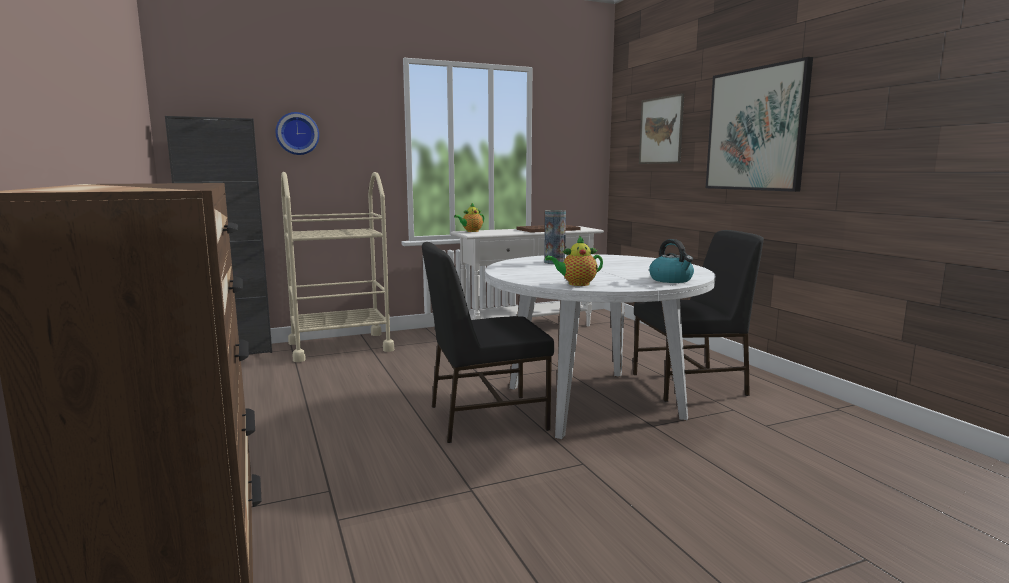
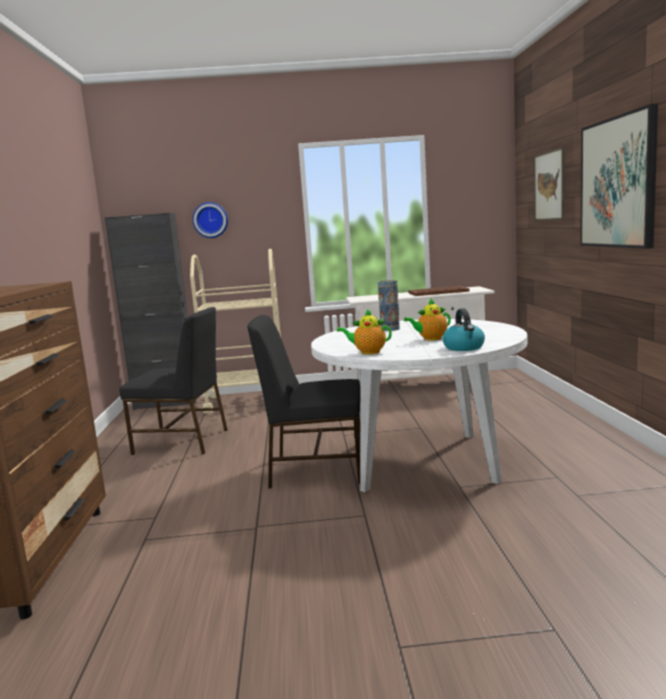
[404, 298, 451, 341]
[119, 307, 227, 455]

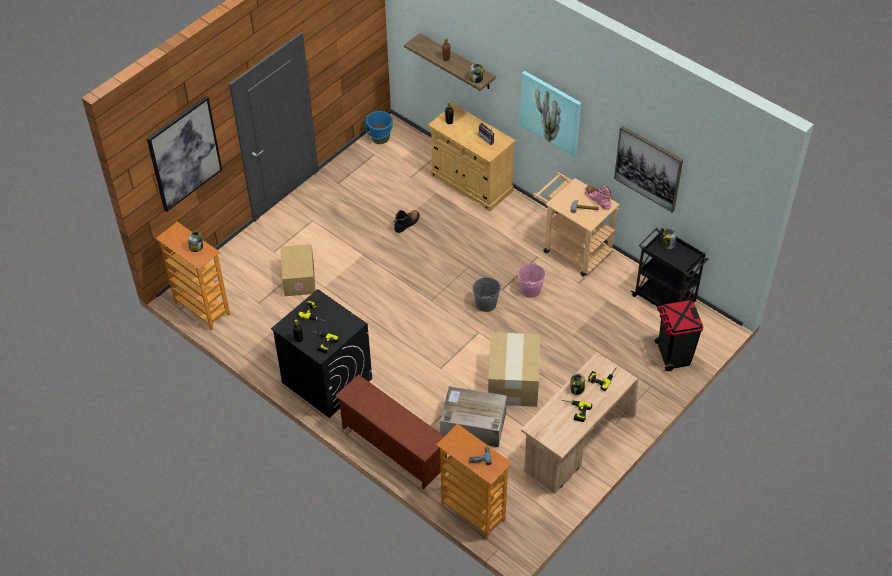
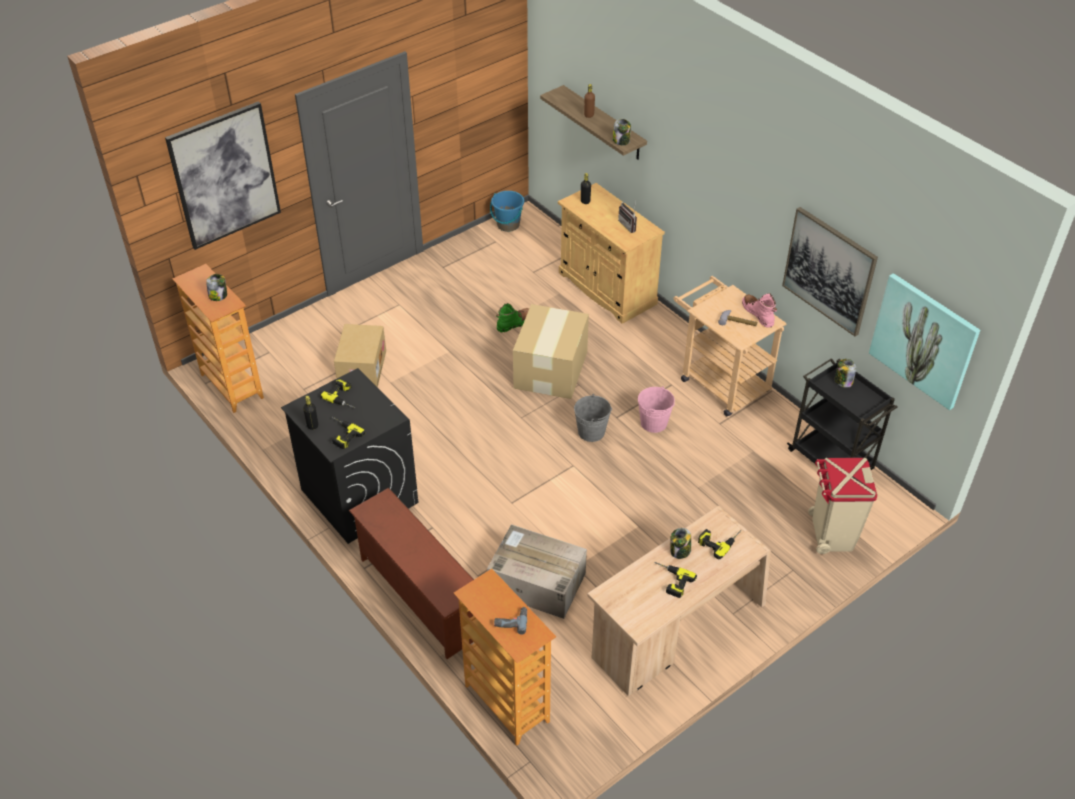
[513, 304, 589, 399]
[869, 273, 980, 410]
[496, 303, 529, 333]
[808, 458, 877, 554]

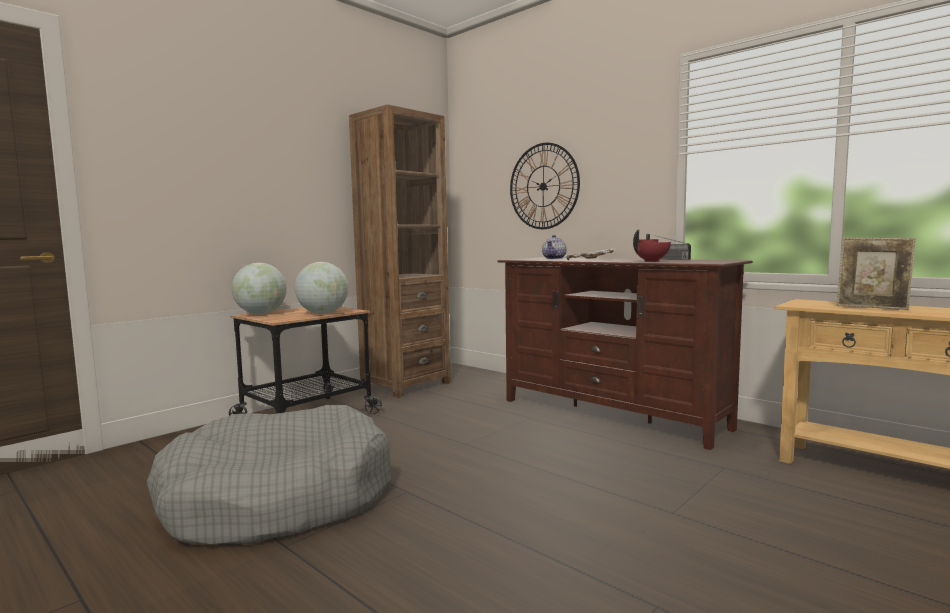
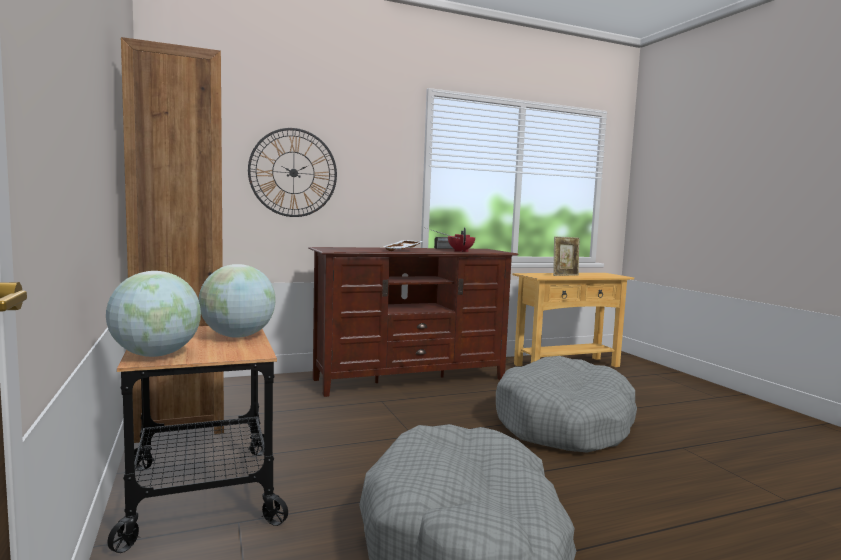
[542, 235, 567, 259] (first image)
[496, 356, 637, 453]

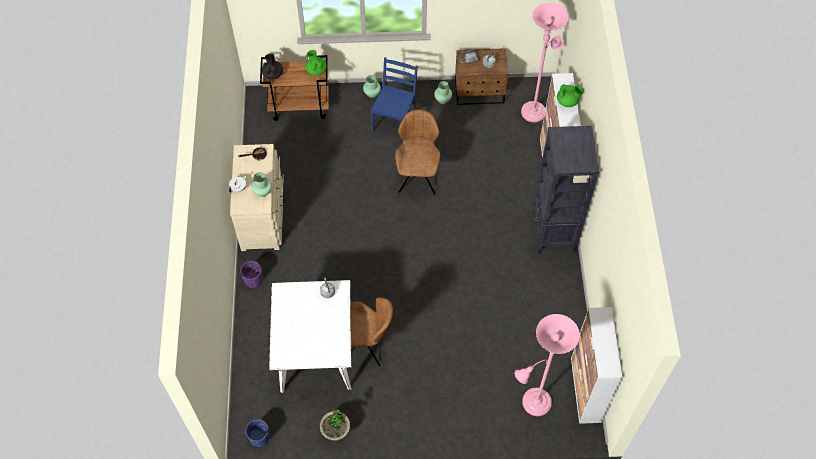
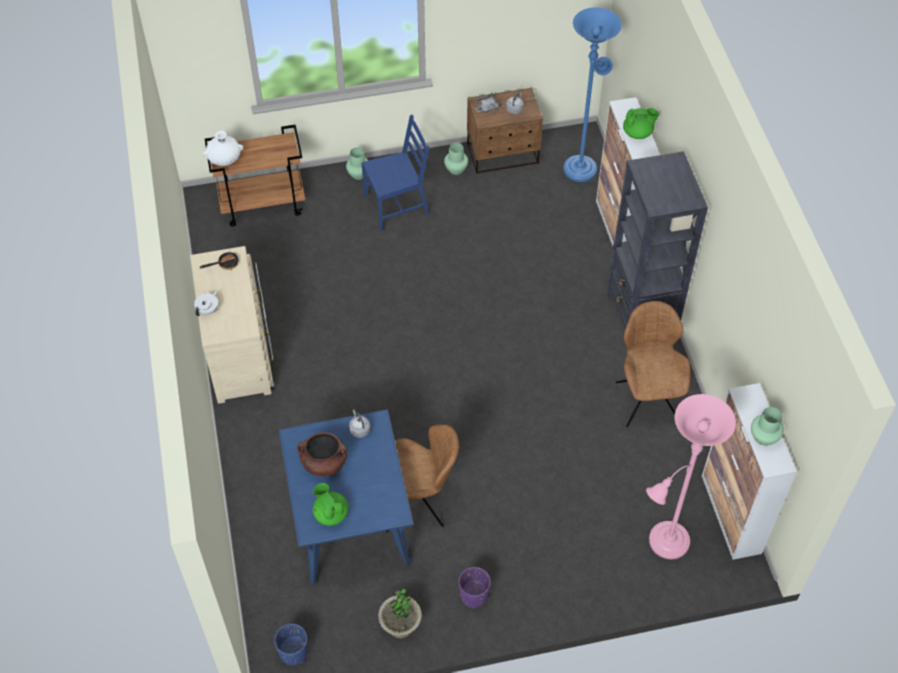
[297, 432, 347, 477]
[458, 567, 491, 608]
[751, 407, 784, 445]
[313, 483, 349, 526]
[616, 301, 691, 427]
[203, 131, 243, 166]
[278, 409, 414, 586]
[563, 7, 622, 182]
[362, 114, 429, 231]

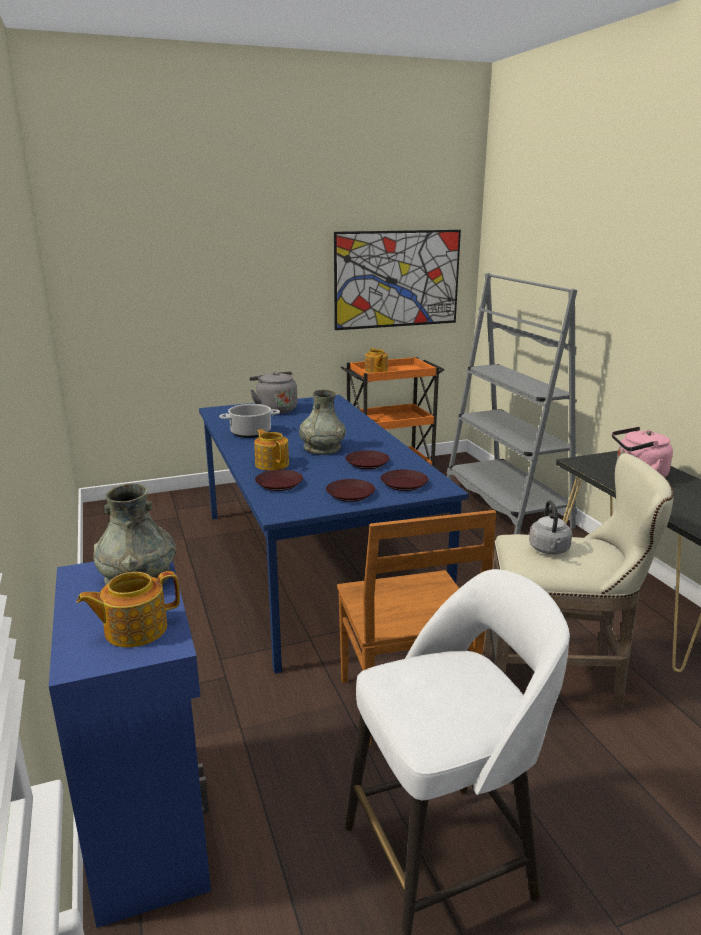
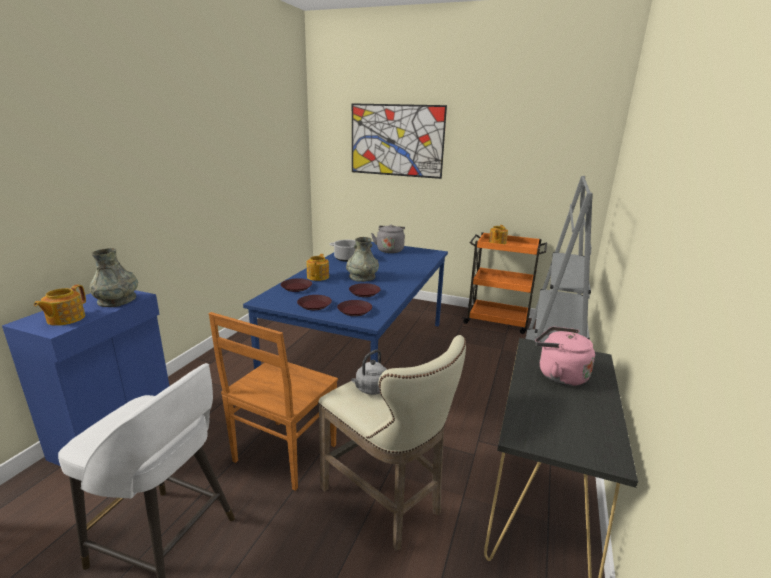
[352, 103, 447, 179]
[34, 285, 86, 326]

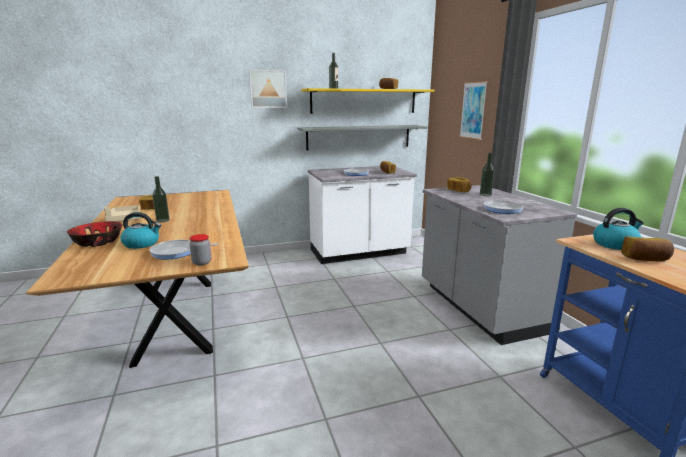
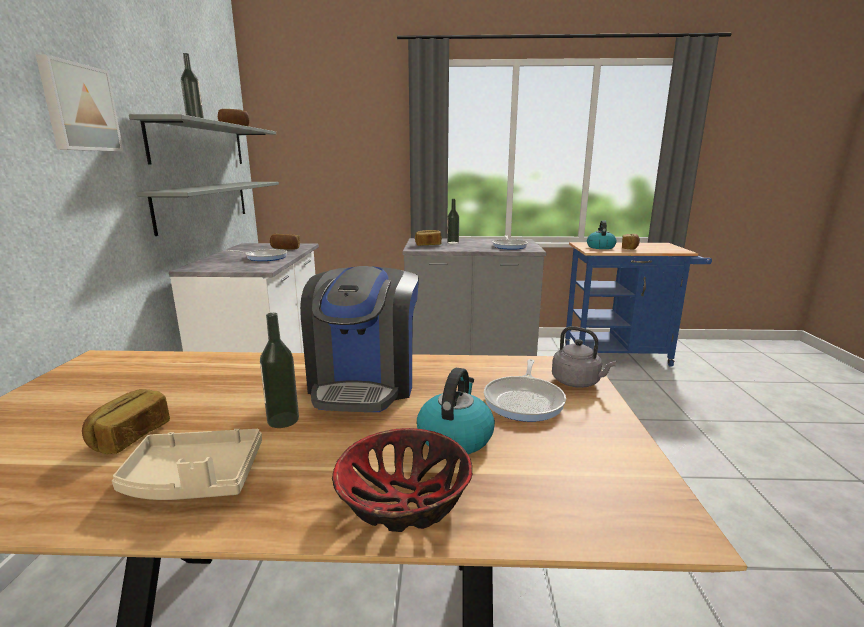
[460, 81, 488, 140] (first image)
[300, 266, 419, 412]
[552, 326, 616, 388]
[129, 114, 276, 164]

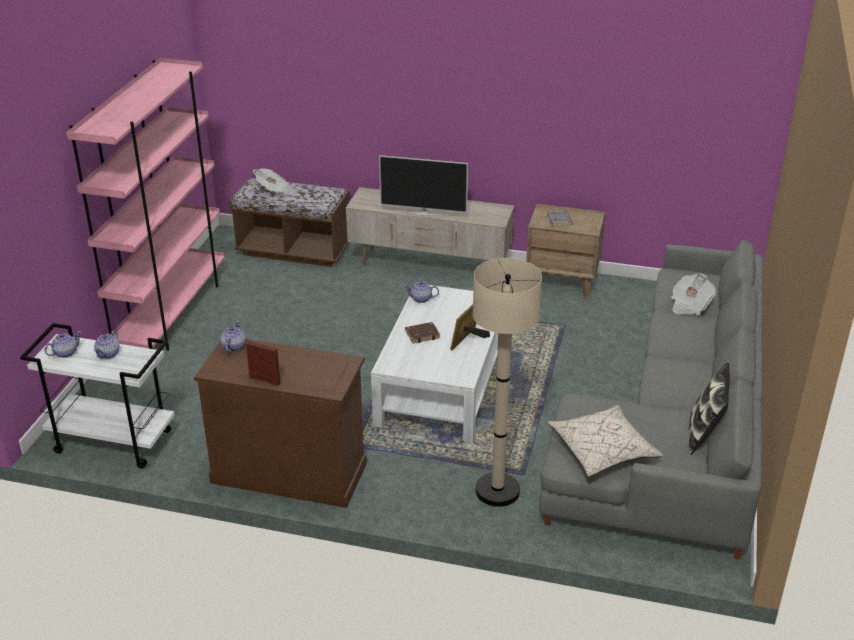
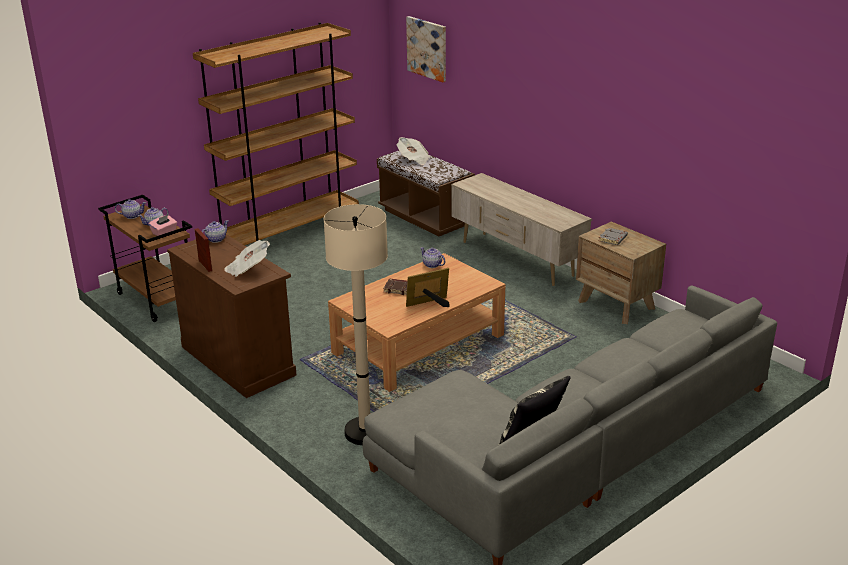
[379, 155, 468, 216] (first image)
[547, 405, 663, 477] (first image)
[149, 215, 177, 236]
[406, 16, 446, 83]
[224, 240, 270, 277]
[98, 195, 192, 322]
[193, 22, 359, 246]
[328, 253, 506, 392]

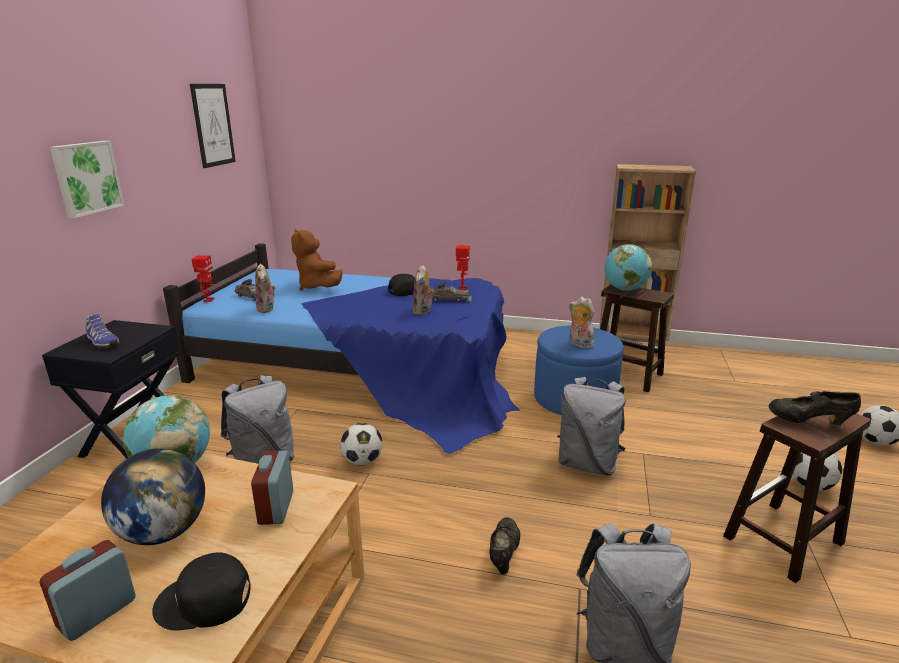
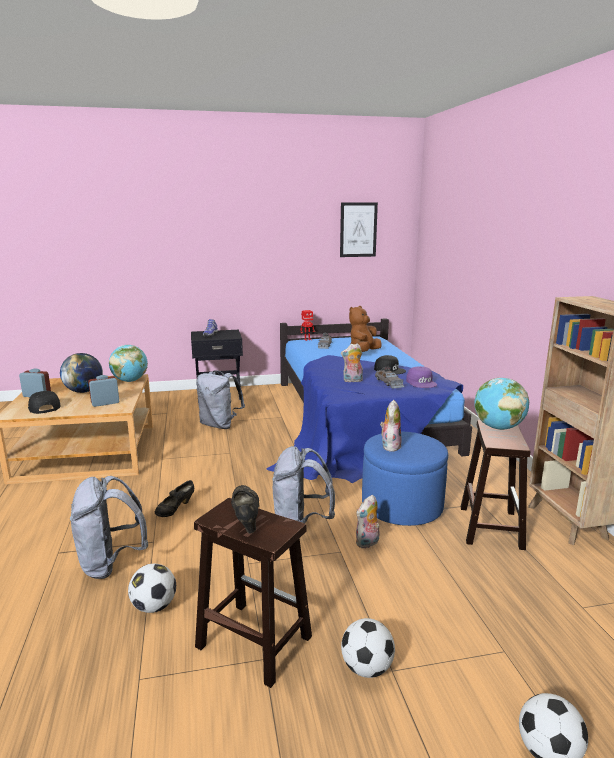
[50, 141, 124, 218] (first image)
[356, 495, 380, 548]
[128, 564, 176, 613]
[406, 366, 437, 388]
[155, 480, 194, 517]

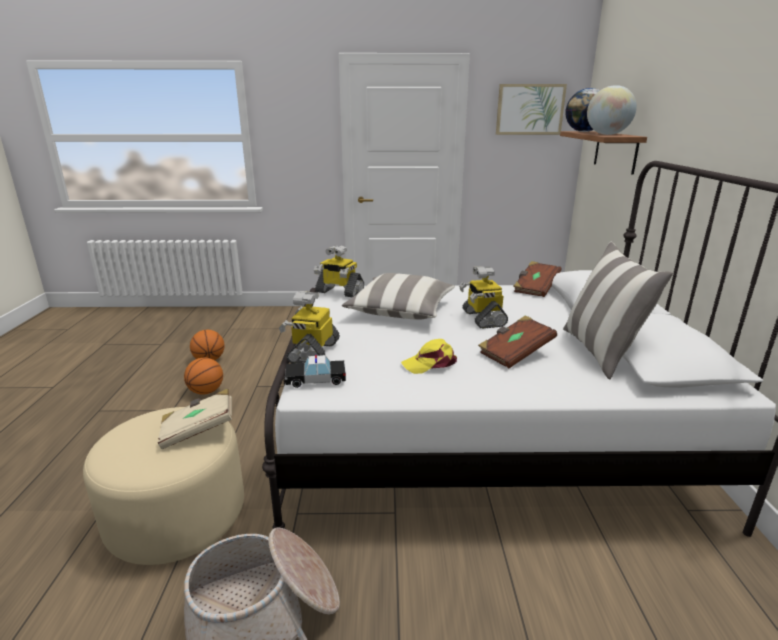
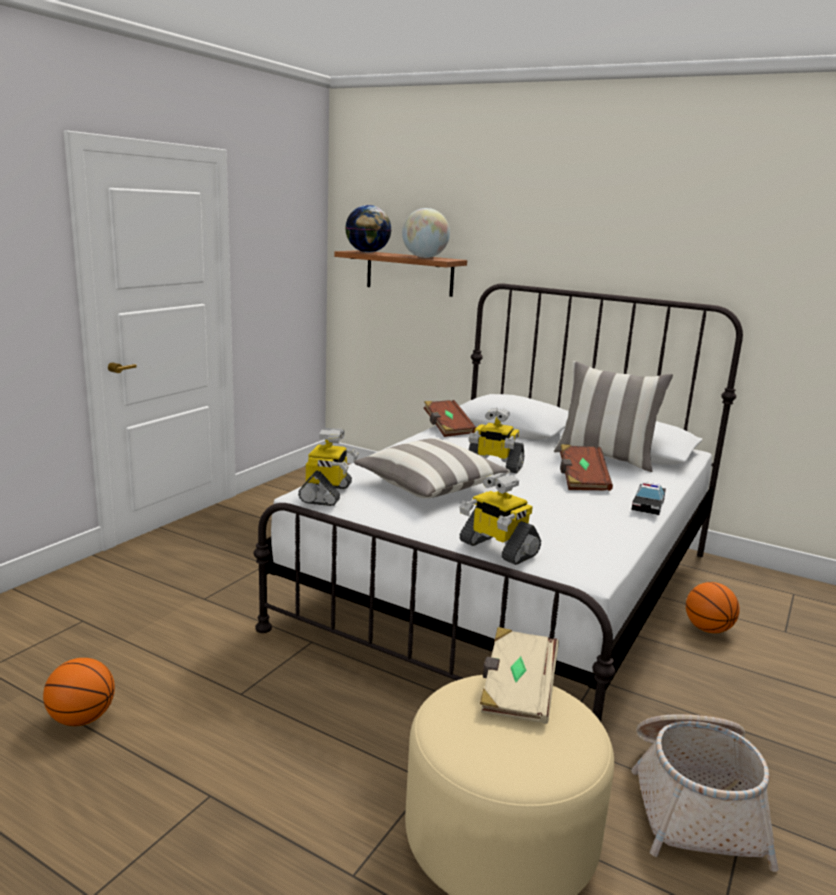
[401, 339, 457, 374] (first image)
[496, 84, 567, 135] (first image)
[686, 582, 740, 633]
[631, 482, 666, 515]
[298, 428, 359, 506]

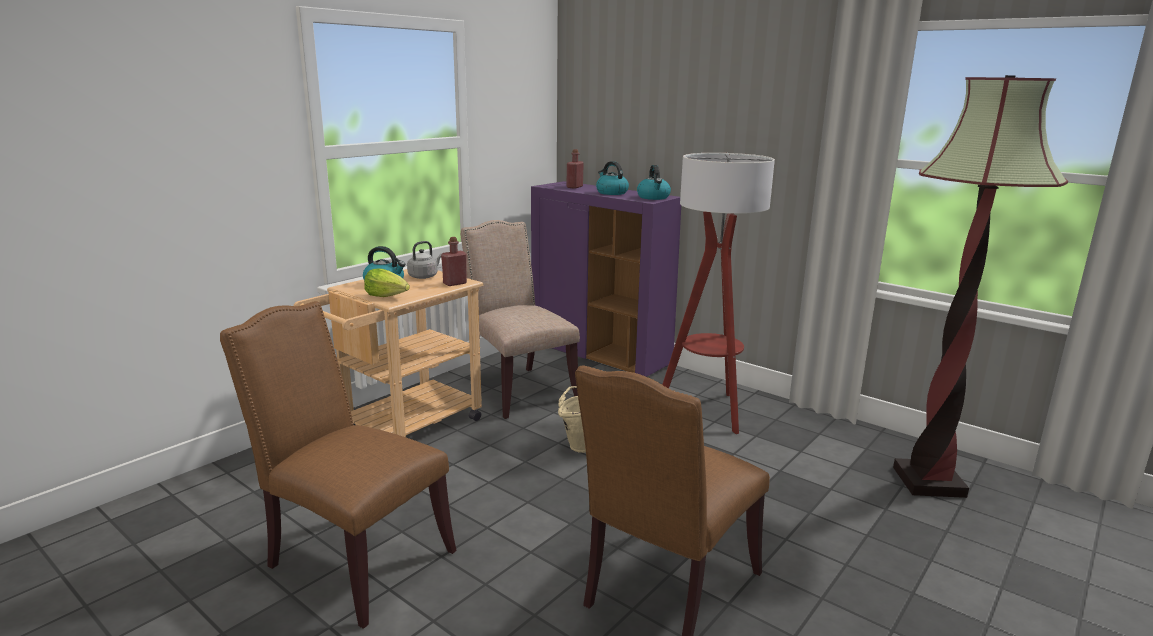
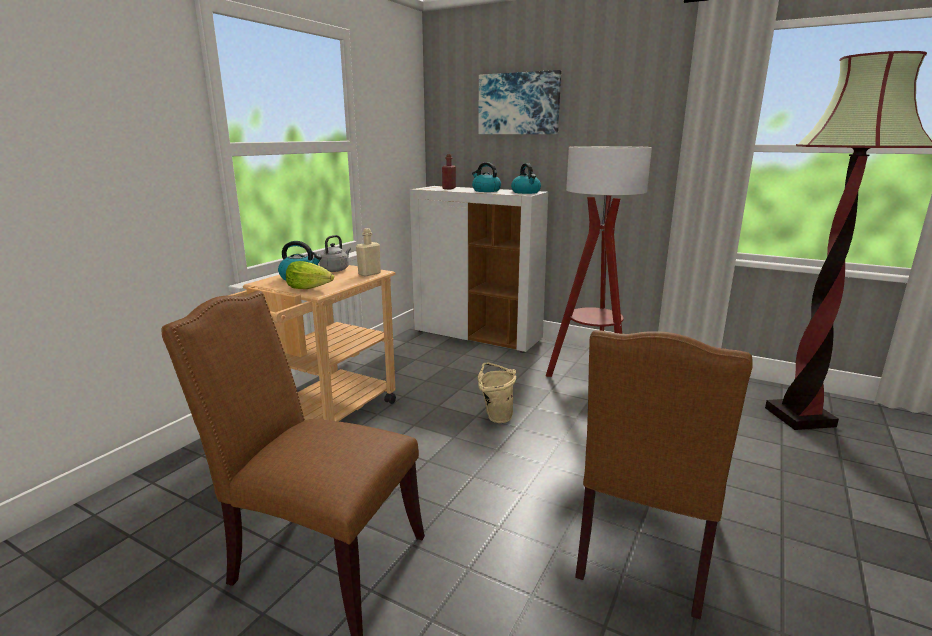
[460, 220, 580, 419] (first image)
[478, 70, 561, 134]
[356, 228, 381, 276]
[410, 186, 548, 353]

